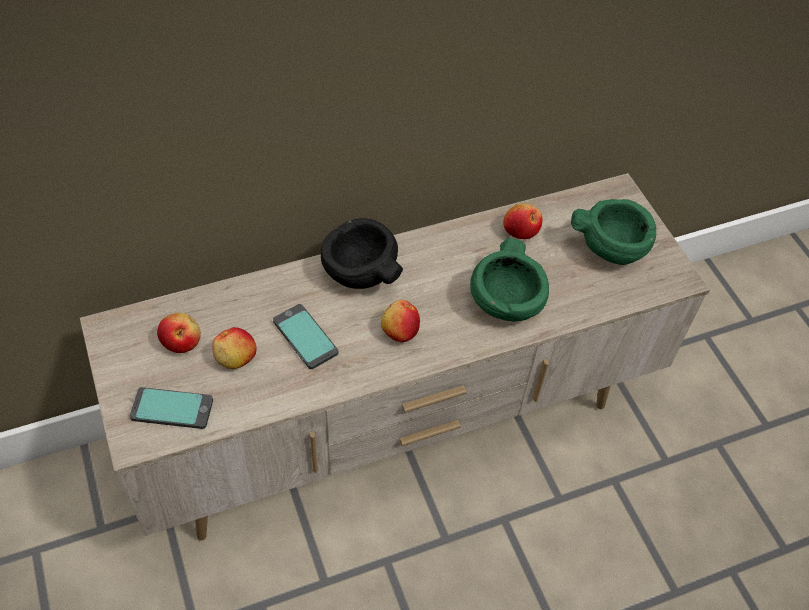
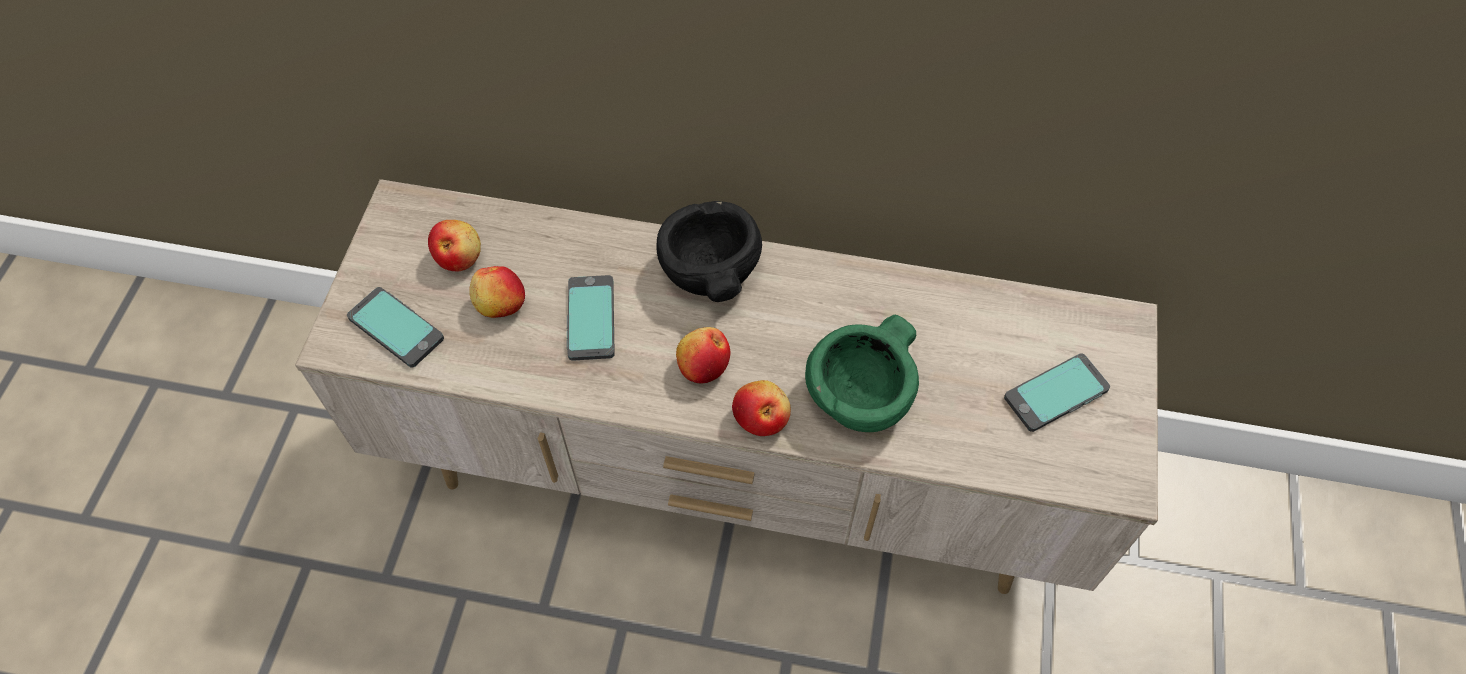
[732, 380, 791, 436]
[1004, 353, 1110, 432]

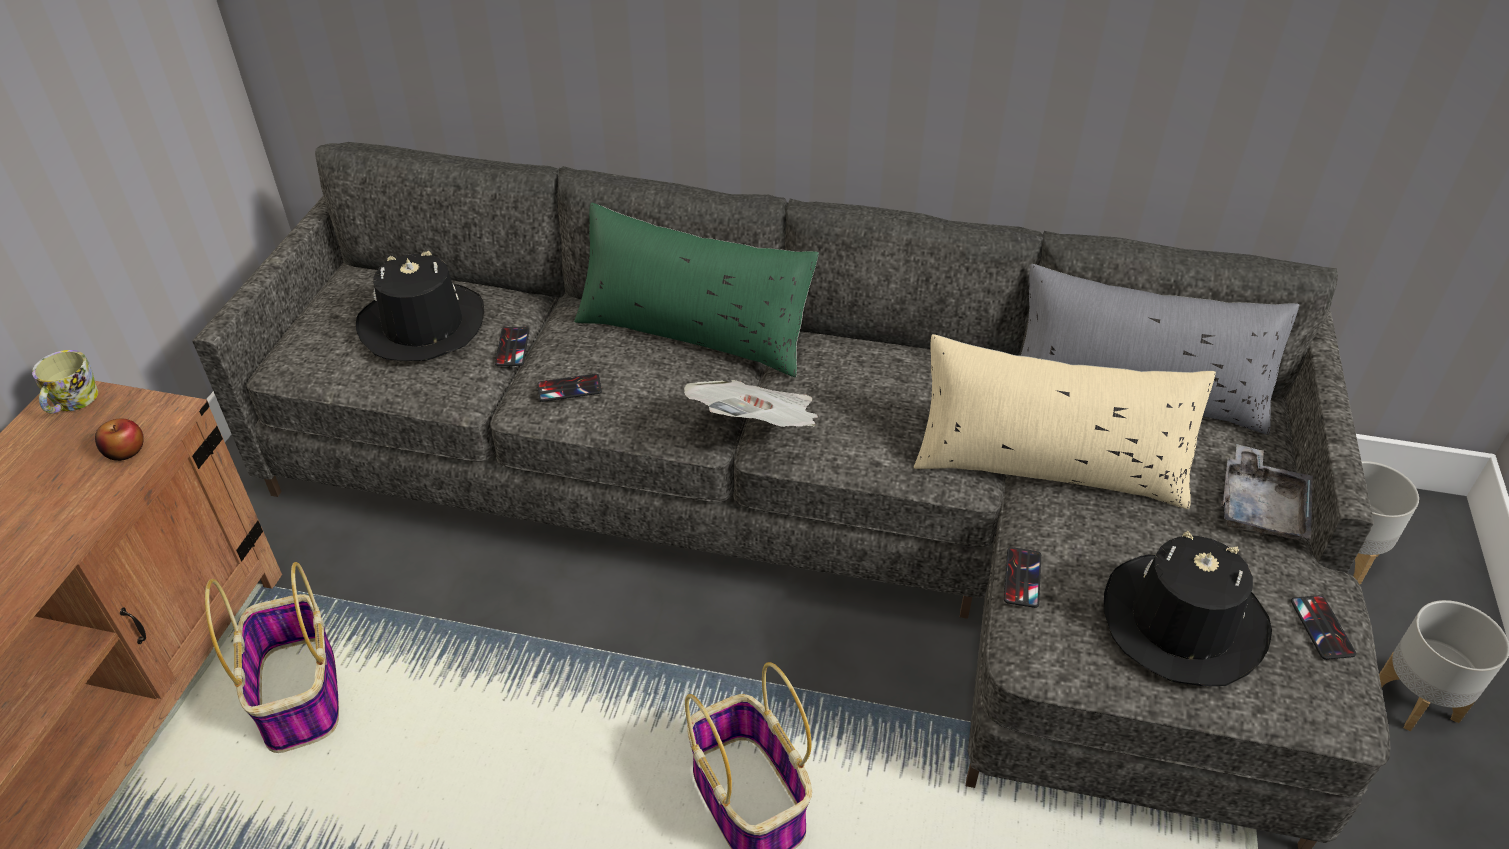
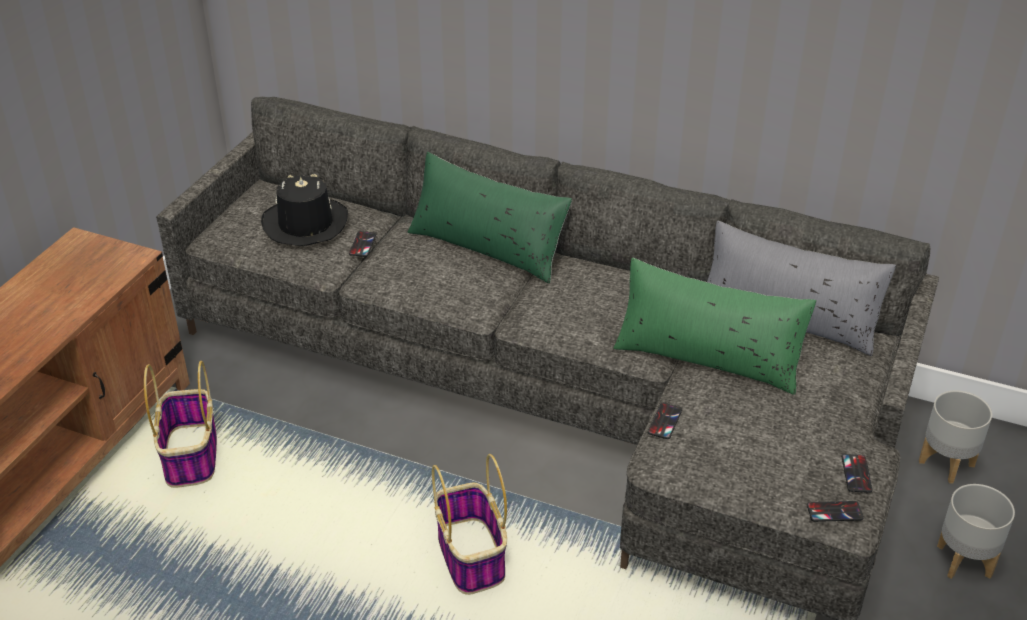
[32, 350, 98, 414] (first image)
[95, 419, 144, 461] (first image)
[684, 380, 818, 427] (first image)
[1104, 531, 1272, 686] (first image)
[1221, 444, 1313, 540] (first image)
[807, 501, 864, 522]
[614, 258, 816, 395]

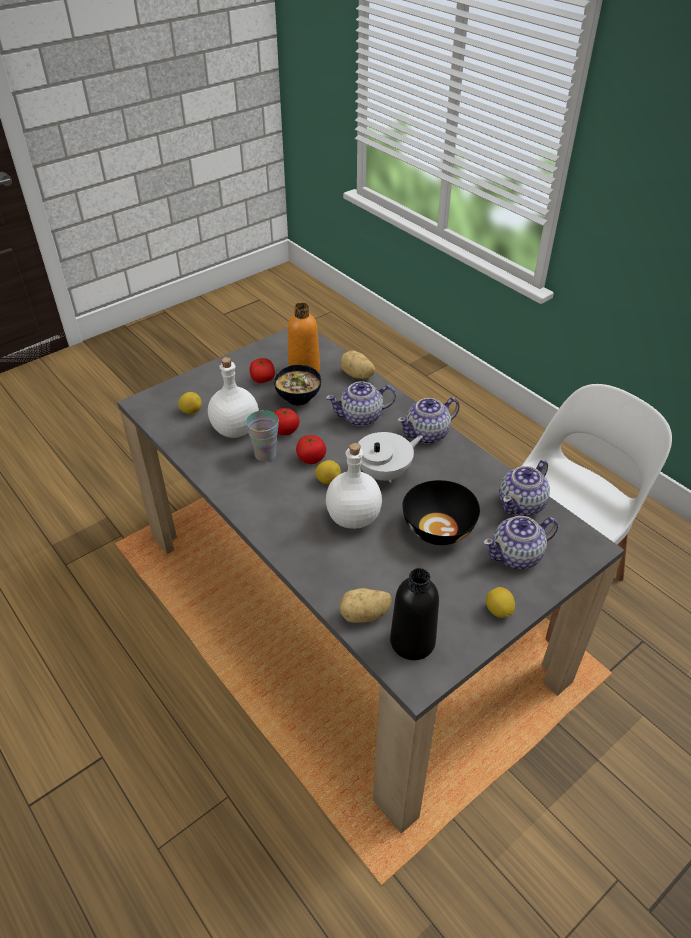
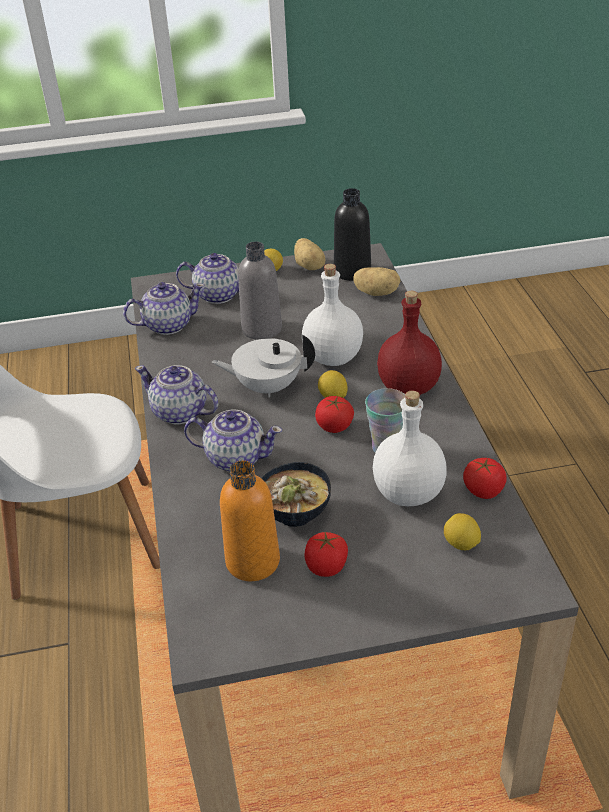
[377, 291, 442, 395]
[463, 458, 507, 499]
[294, 238, 325, 270]
[238, 242, 282, 340]
[135, 365, 218, 424]

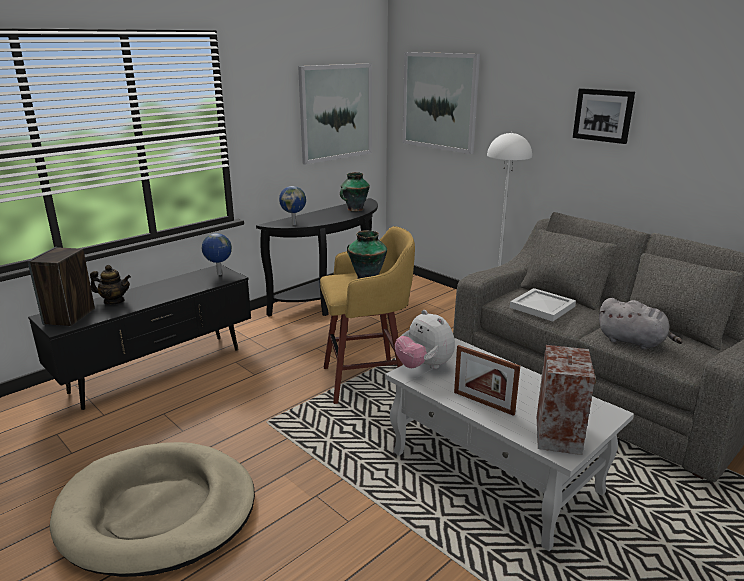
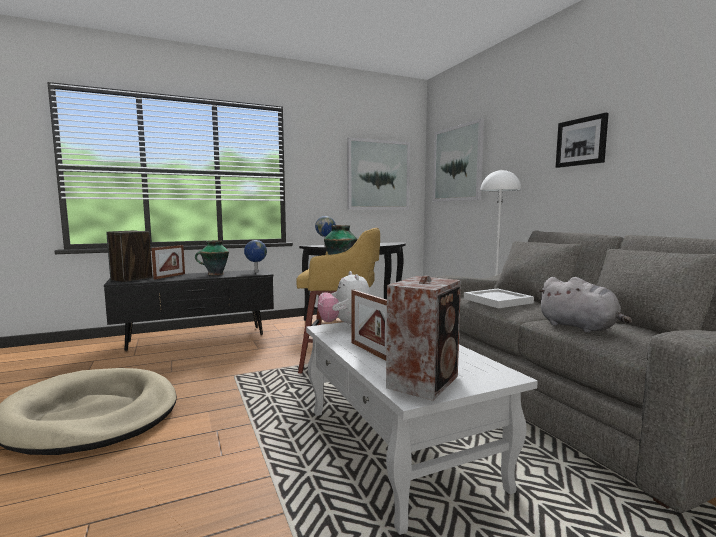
[195, 240, 229, 275]
[151, 245, 185, 279]

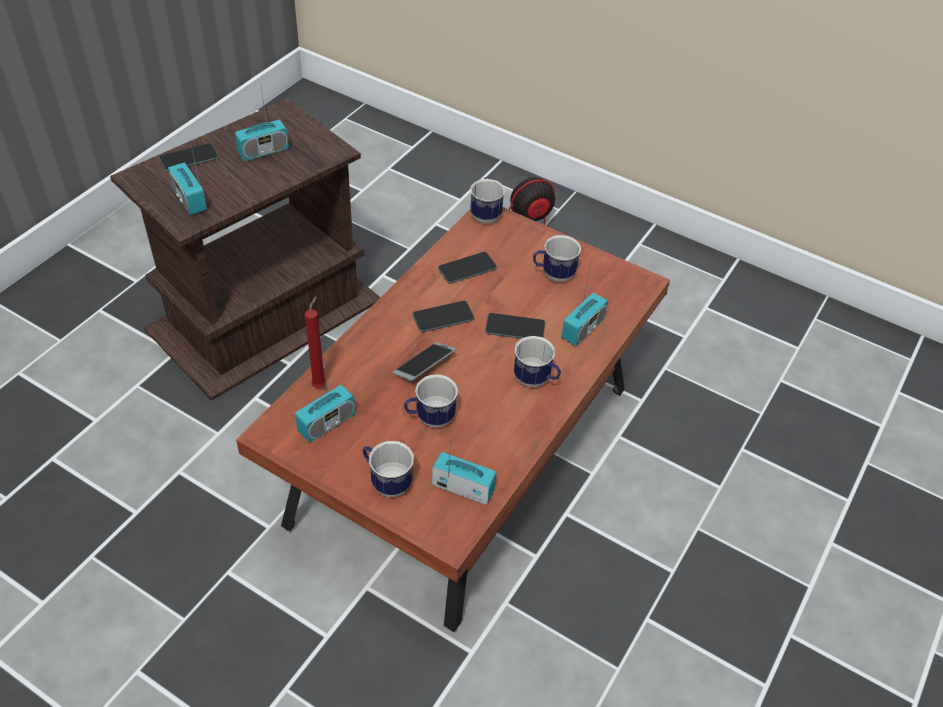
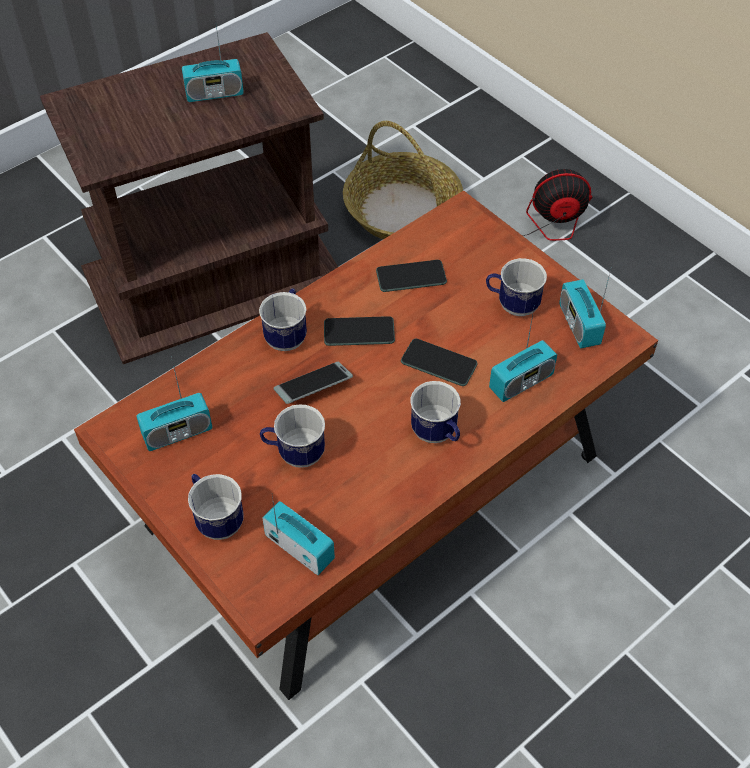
[159, 143, 219, 172] (first image)
[305, 296, 326, 388] (first image)
[343, 121, 463, 239]
[559, 269, 611, 348]
[259, 288, 307, 351]

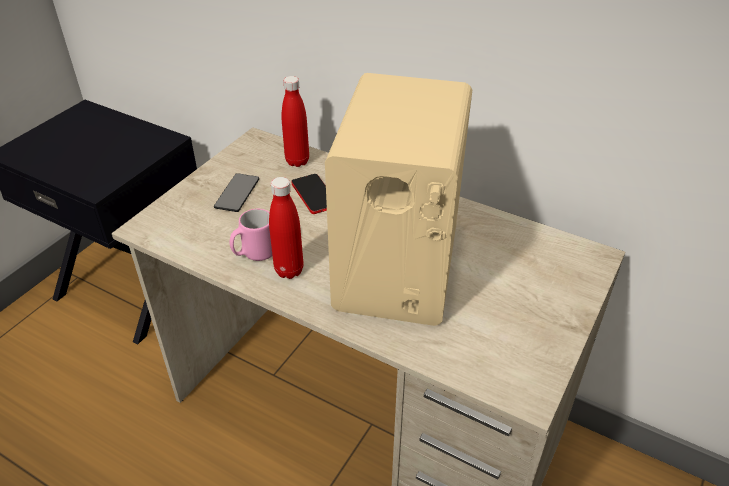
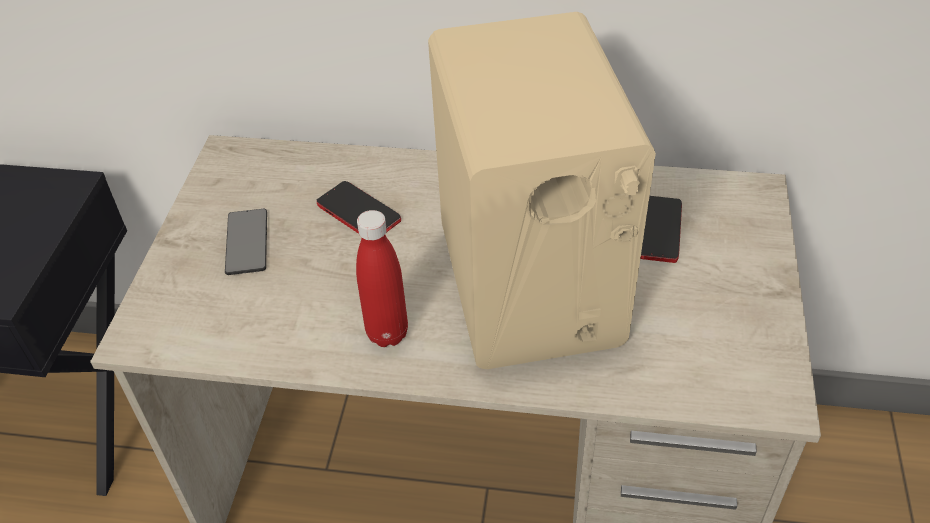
[230, 209, 272, 261] (first image)
[282, 76, 309, 167] (first image)
[640, 196, 682, 263]

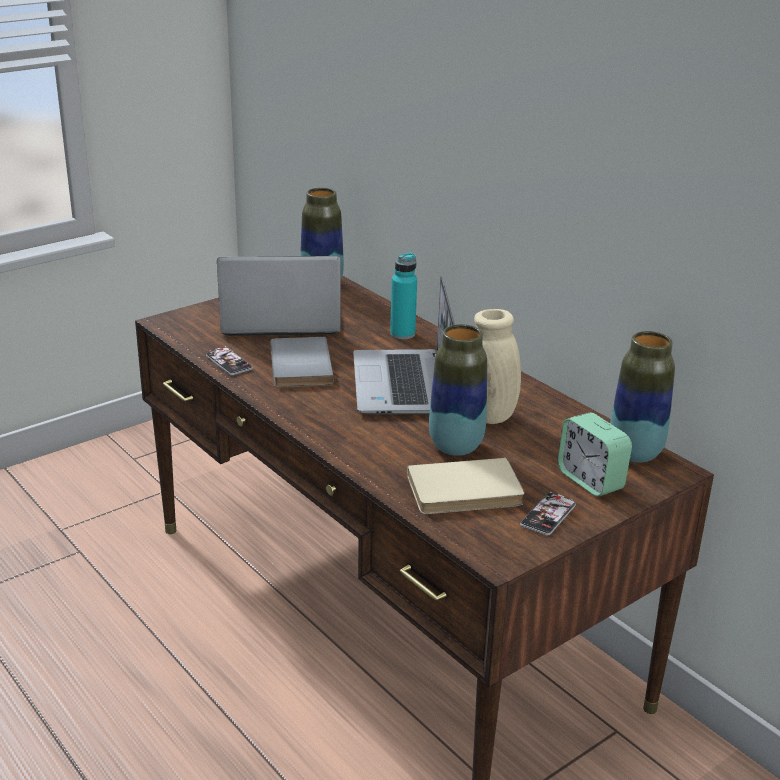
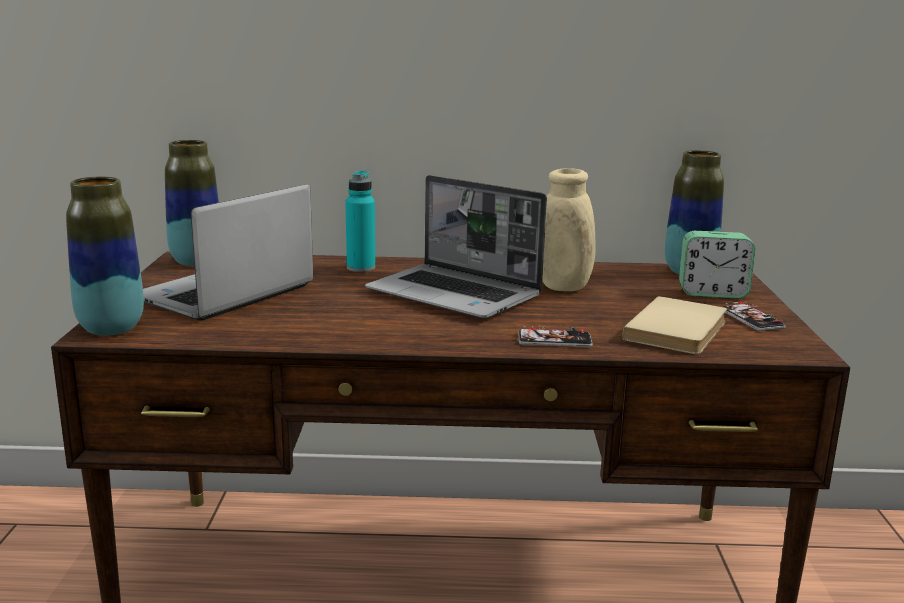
[270, 337, 334, 388] (first image)
[518, 325, 593, 347]
[66, 177, 144, 336]

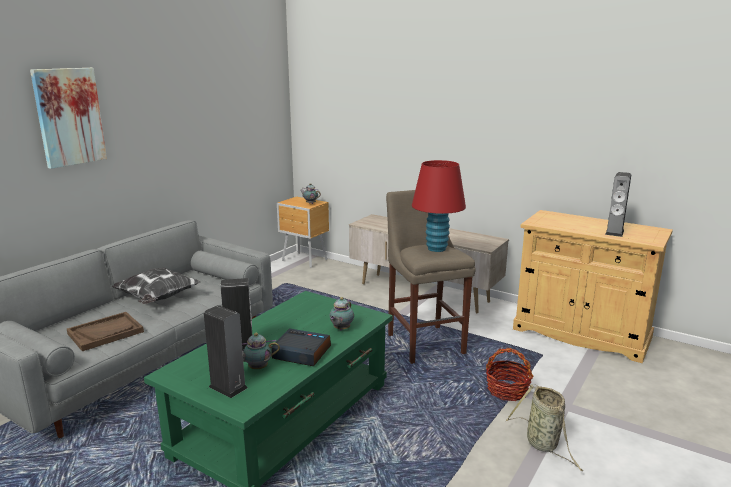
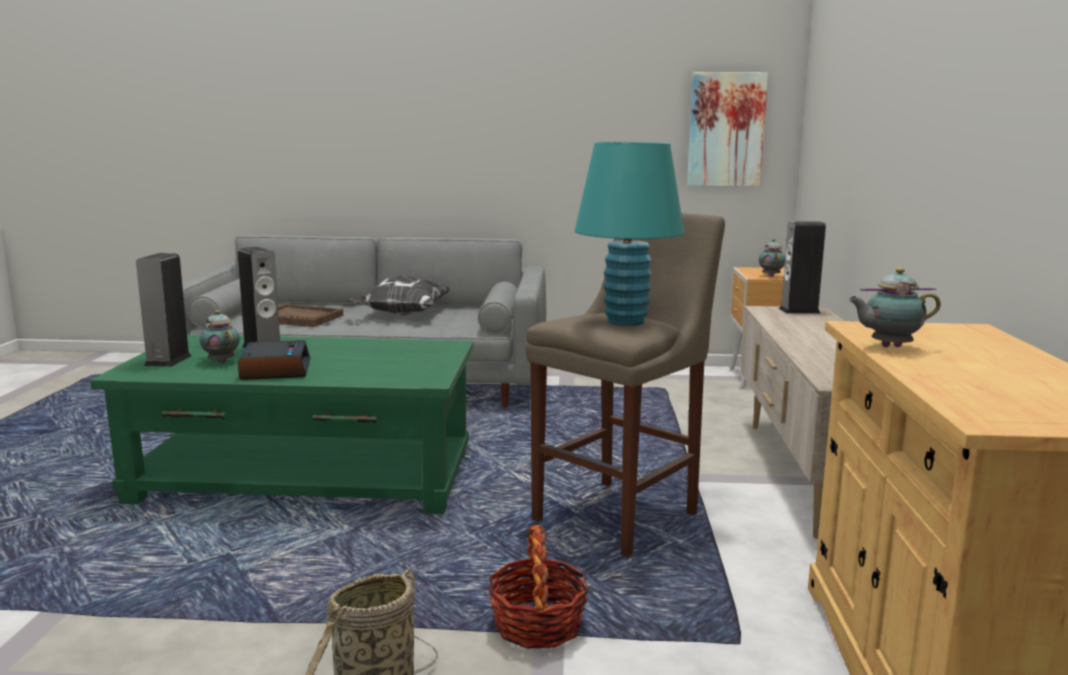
[687, 72, 768, 187]
[848, 268, 941, 347]
[779, 221, 826, 314]
[575, 142, 684, 326]

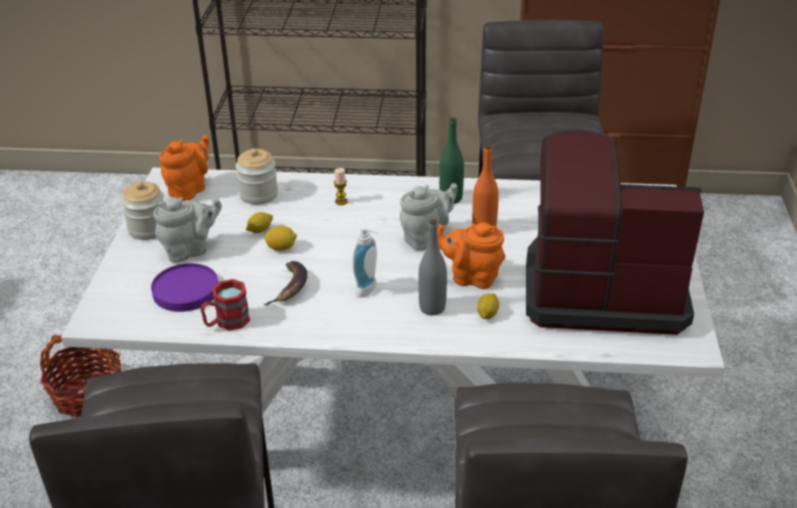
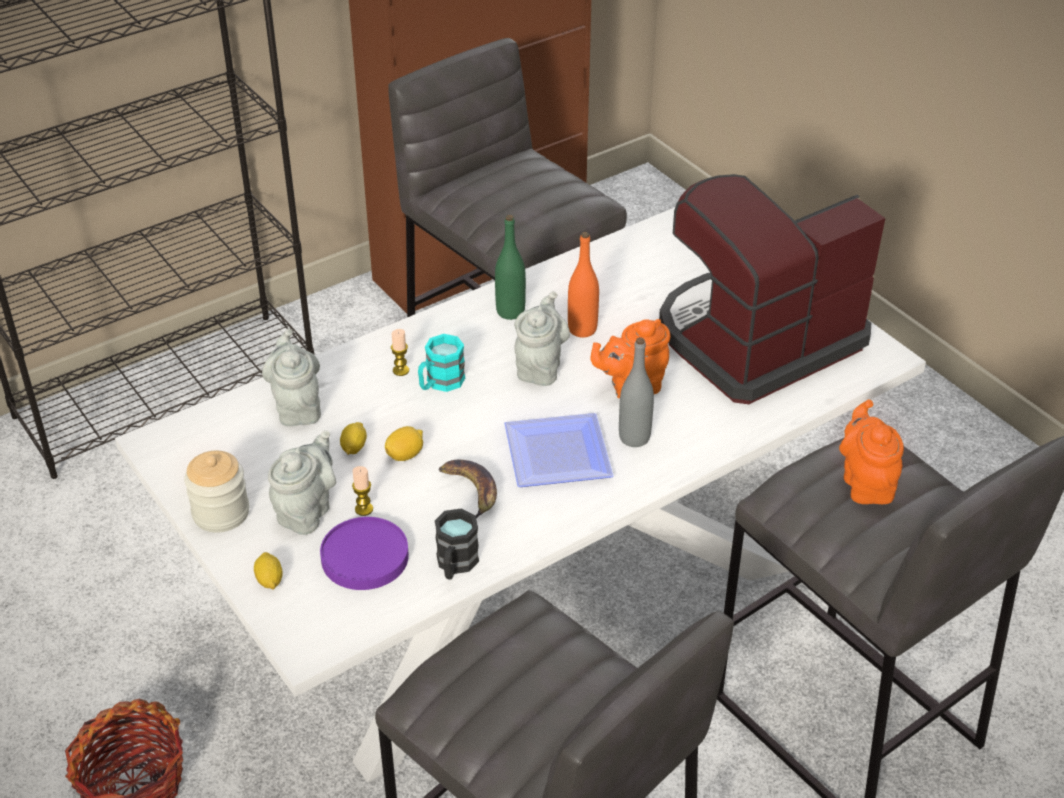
[352, 466, 373, 516]
[418, 334, 465, 392]
[839, 400, 904, 504]
[254, 552, 283, 590]
[262, 329, 321, 426]
[504, 413, 614, 487]
[435, 509, 479, 579]

